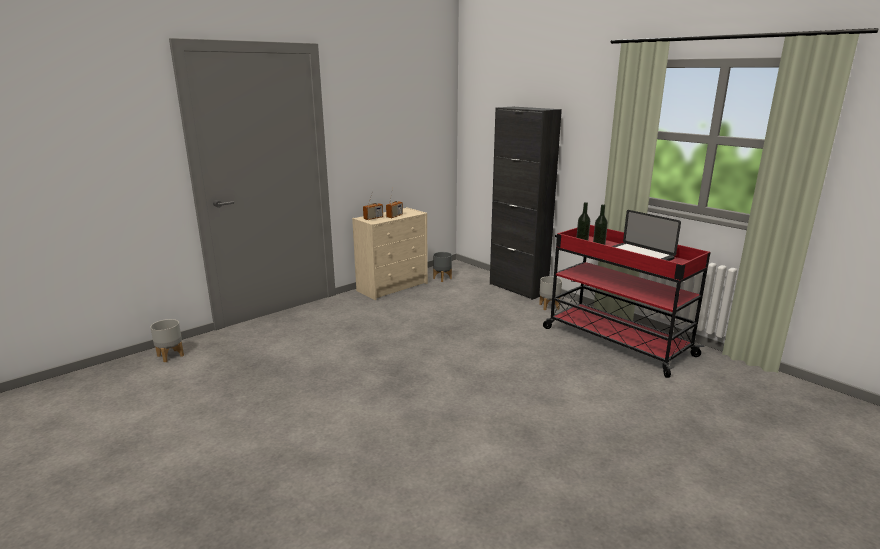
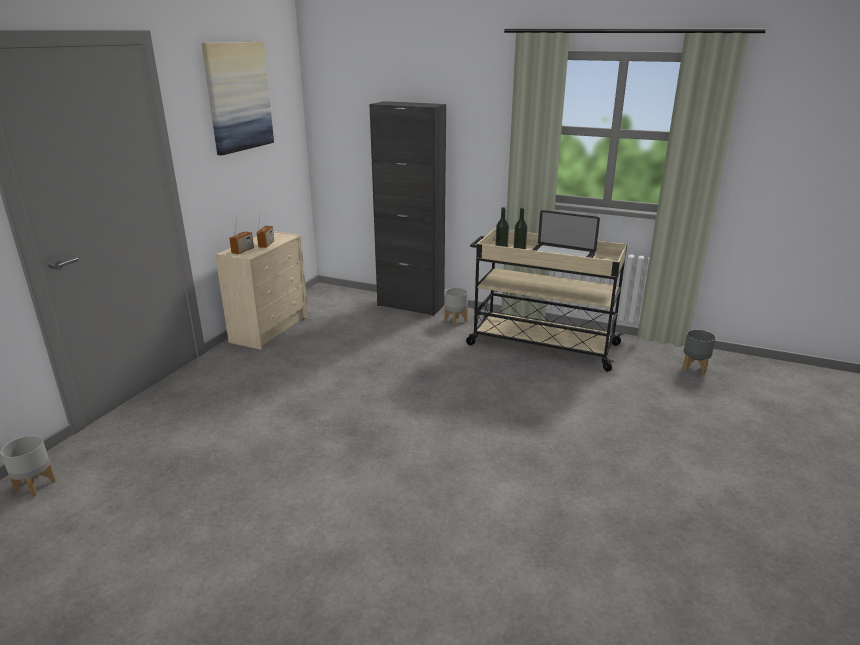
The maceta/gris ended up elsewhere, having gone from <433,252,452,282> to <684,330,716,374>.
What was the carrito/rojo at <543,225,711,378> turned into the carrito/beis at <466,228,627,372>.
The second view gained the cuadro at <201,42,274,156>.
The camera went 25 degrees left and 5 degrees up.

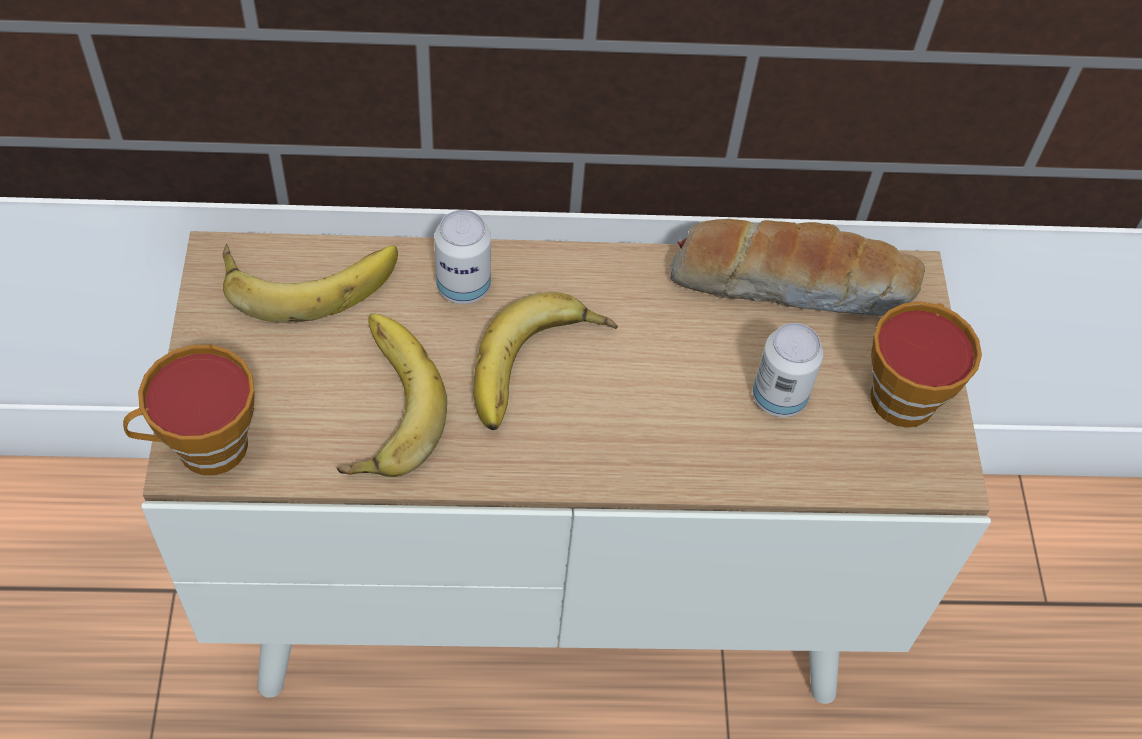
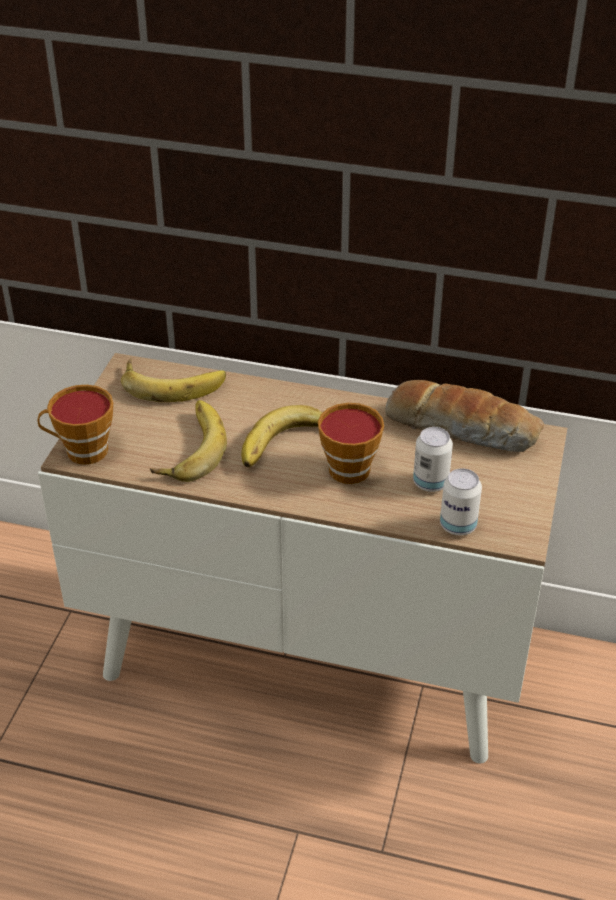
The lata ended up elsewhere, having gone from <434,210,491,304> to <440,468,482,535>.
The taza ended up elsewhere, having gone from <870,302,982,428> to <318,403,384,484>.
The camera went 20 degrees right and 15 degrees down.

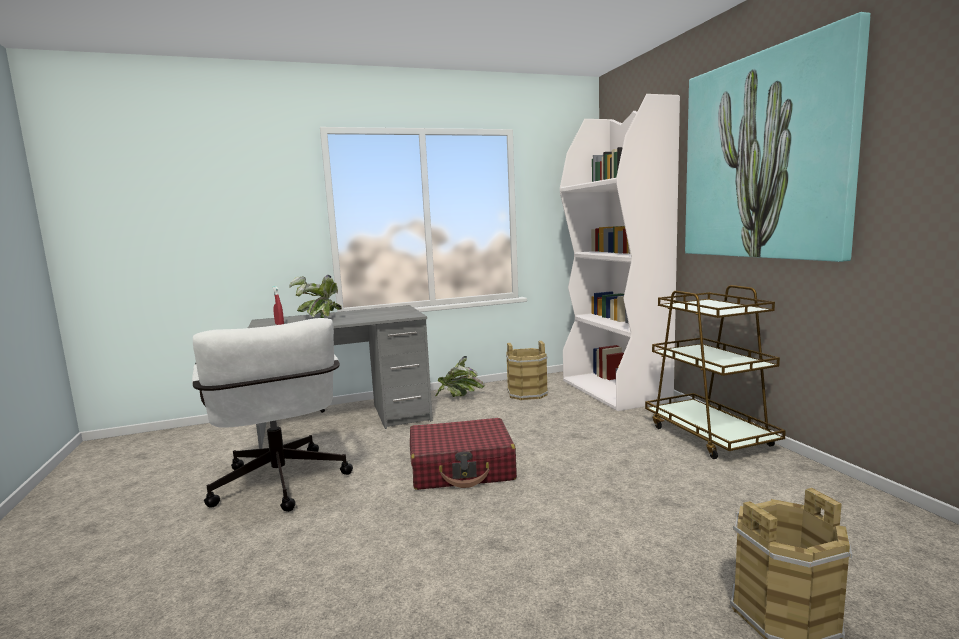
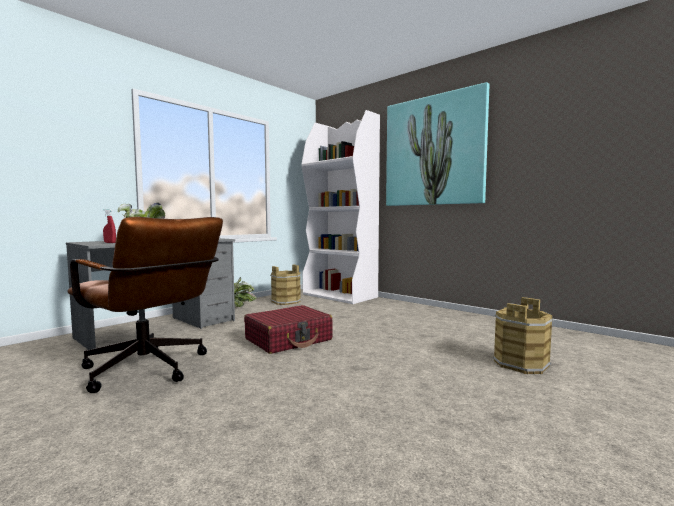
What was the silla de oficina/blanco at <192,318,353,512> turned into the silla de oficina/marrón at <68,217,223,393>.
The second view lost the carrito/marrón at <645,285,786,459>.
The camera went 30 degrees left and 5 degrees down.

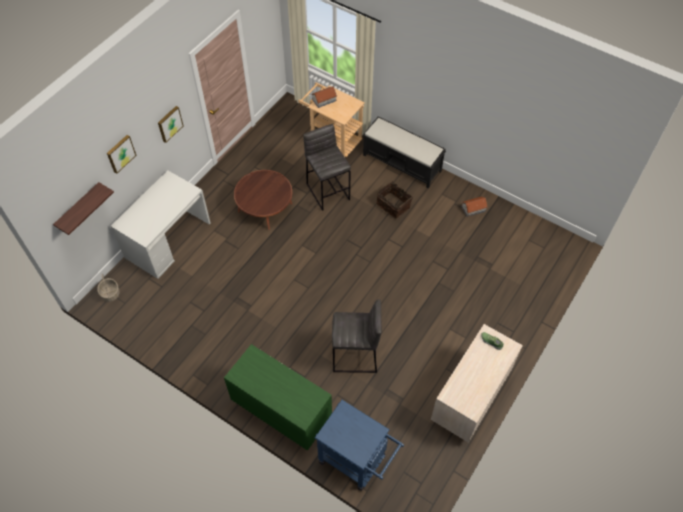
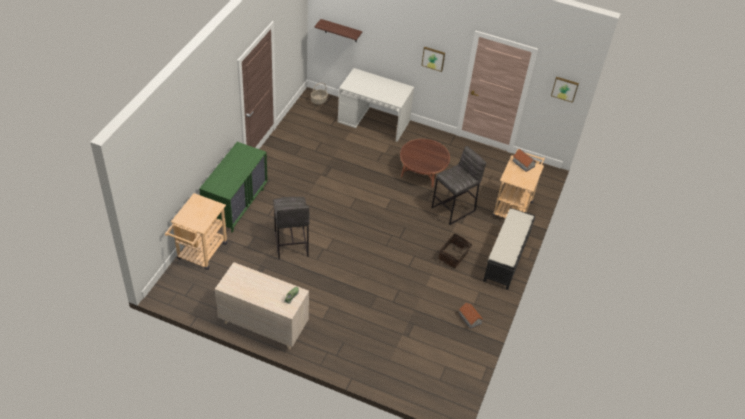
The cuadro ended up elsewhere, having gone from <107,135,137,174> to <551,77,579,103>.
What was the carrito/azul at <315,400,404,491> turned into the carrito/beis at <165,193,227,270>.
The camera went 75 degrees right and 10 degrees down.

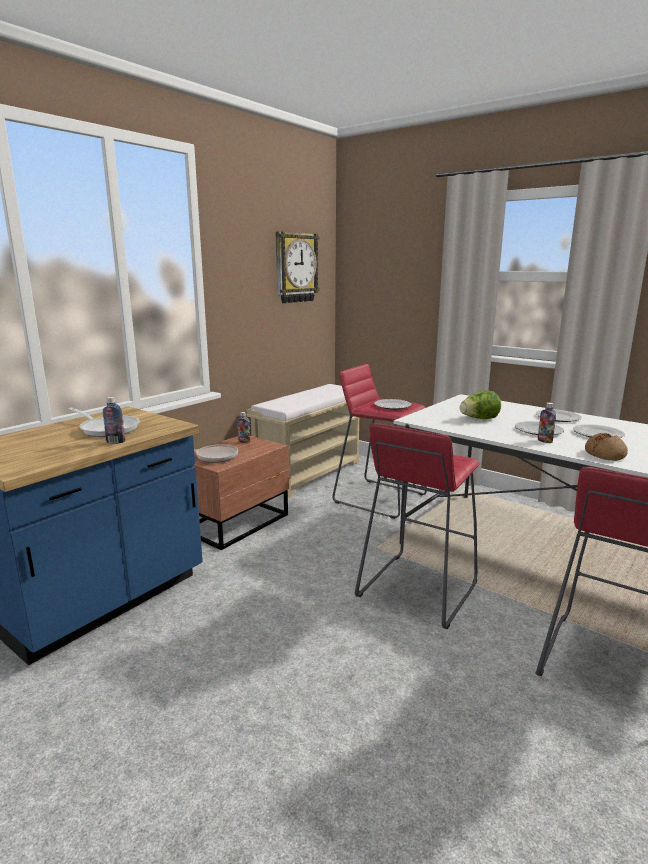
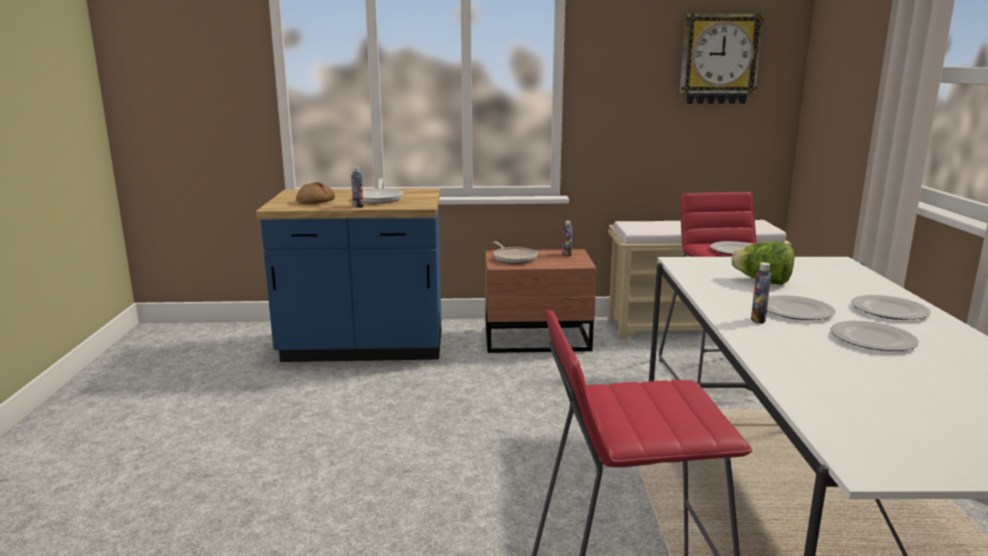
The second view lost the taburete/rojo at <355,423,480,629>.
The pan ended up elsewhere, having gone from <585,433,628,461> to <296,182,335,204>.
The camera went 50 degrees right and 0 degrees up.

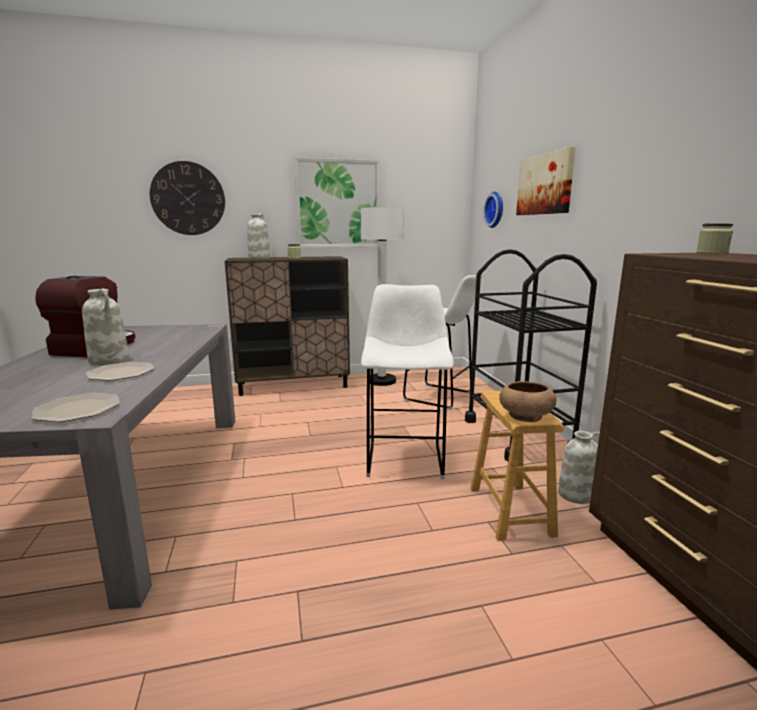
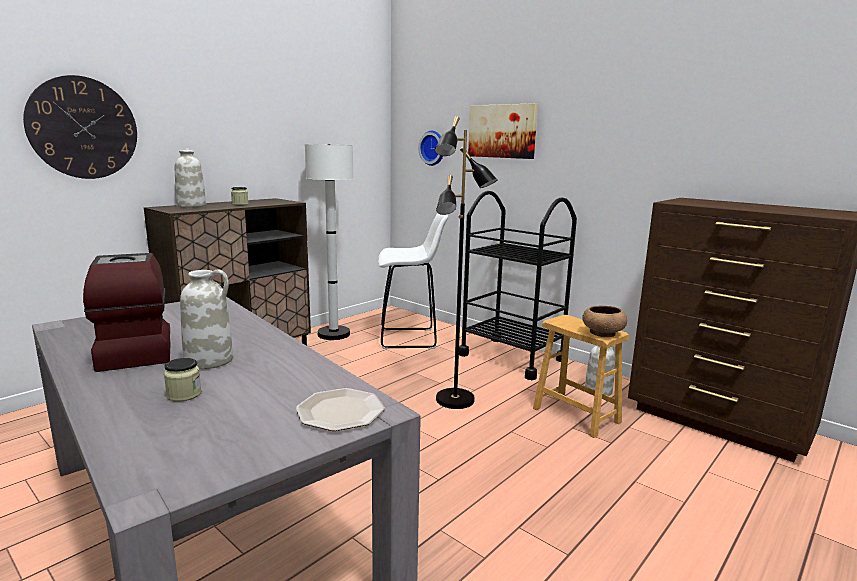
The second view lost the plato at <86,362,154,381>.
The second view lost the cuadro at <294,157,380,248>.
Where the taburete/blanco stood at <361,284,454,479>, the lámpara de pie/negro came to stand at <435,116,498,409>.
The tarro ended up elsewhere, having gone from <696,223,733,254> to <164,358,201,402>.
The camera went 35 degrees left and 0 degrees up.

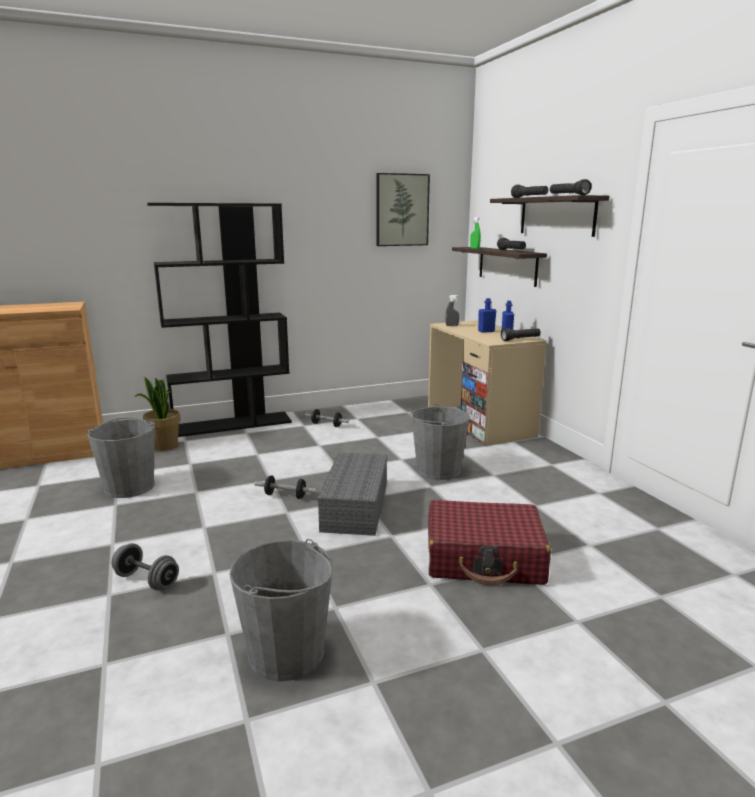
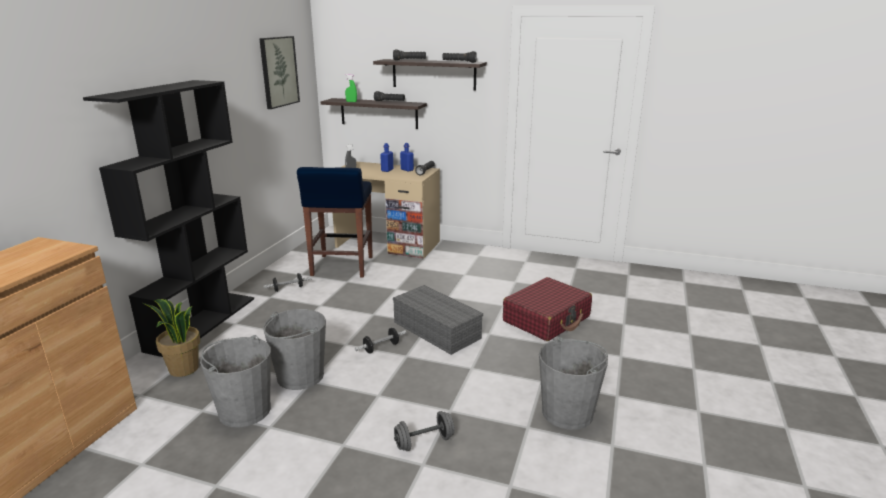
The cubo/gris ended up elsewhere, having gone from <409,404,470,480> to <263,309,326,390>.
The second view gained the taburete/azul at <297,167,373,277>.
The camera went 50 degrees left and 5 degrees up.

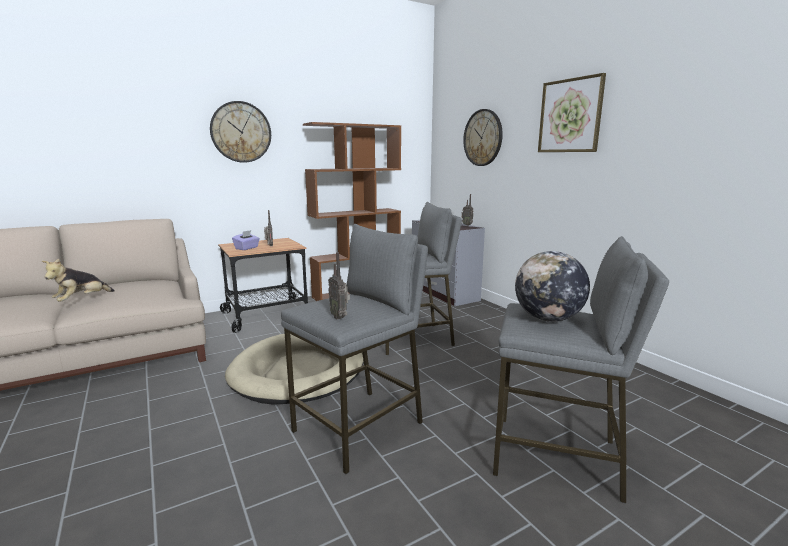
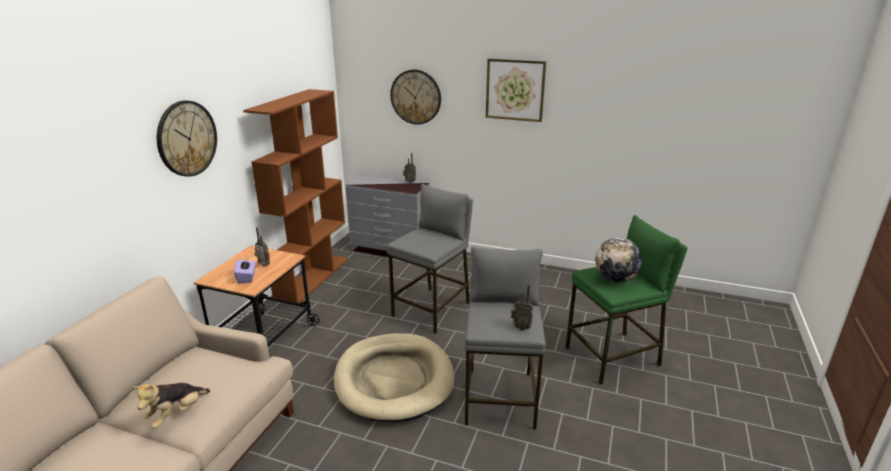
The peluche at <42,259,115,302> ended up facing another way, 45 degrees clockwise from before.
What was the taburete/gris at <493,236,669,503> turned into the taburete/verde at <566,215,688,385>.
The camera went 40 degrees left and 10 degrees up.

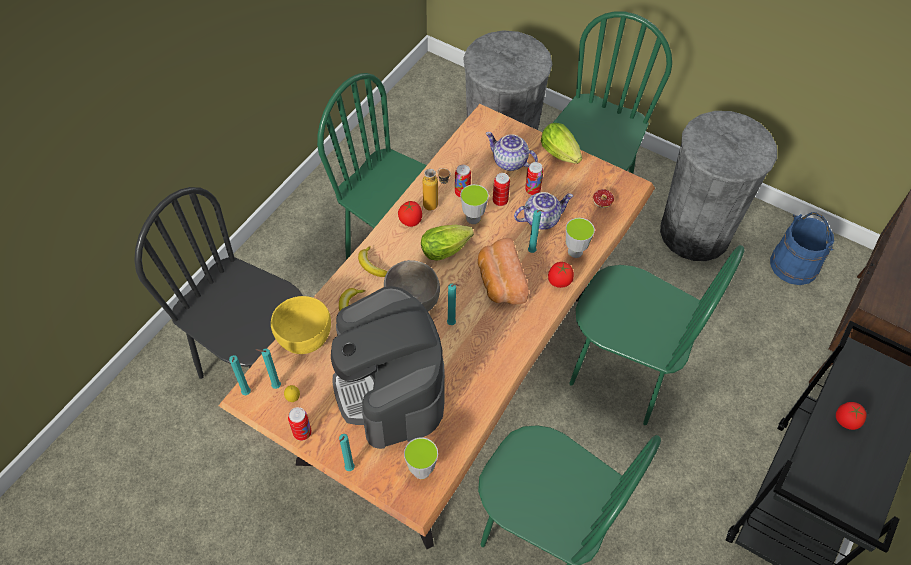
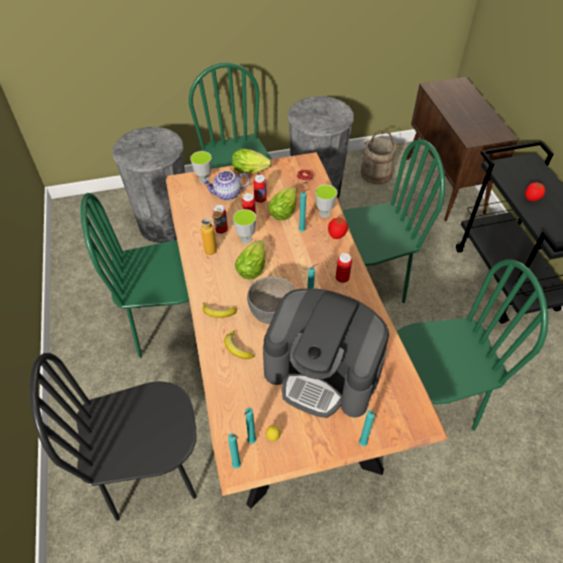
The second view lost the cuenco/amarillo at <271,296,331,354>.
The lata ended up elsewhere, having gone from <288,407,312,441> to <336,253,352,283>.
The second view lost the tomate at <398,201,422,227>.
The taza ended up elsewhere, having gone from <404,437,438,479> to <190,151,212,183>.
The second view lost the pan at <478,238,529,305>.
Where the tetera stood at <514,192,573,230>, the lechuga came to stand at <268,187,297,220>.
What was the cubo/azul at <770,212,834,285> turned into the cubo/beis at <361,130,399,184>.
The camera went 45 degrees left and 5 degrees down.

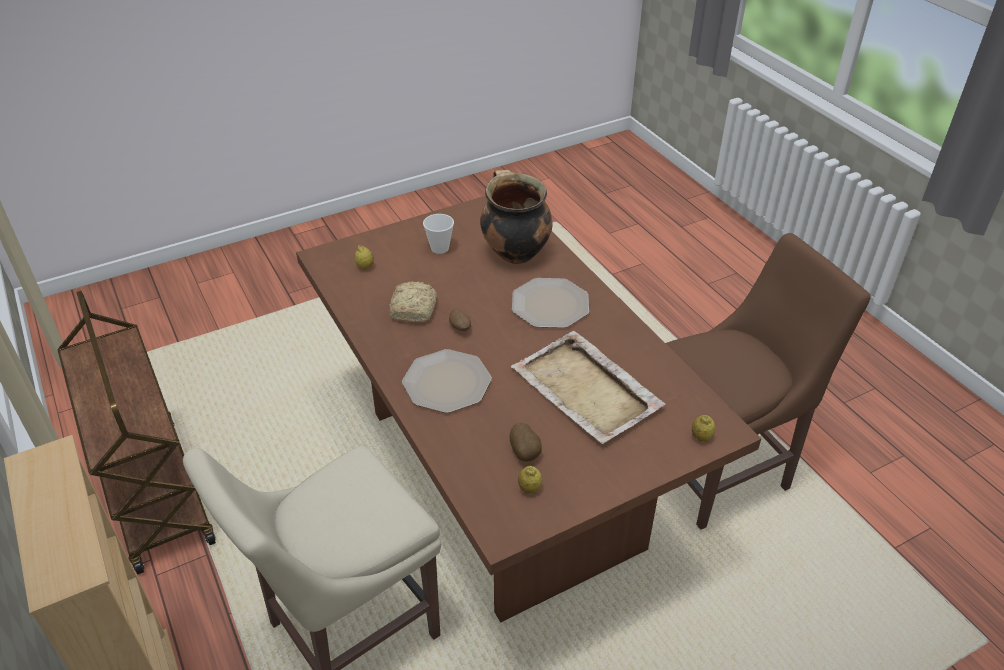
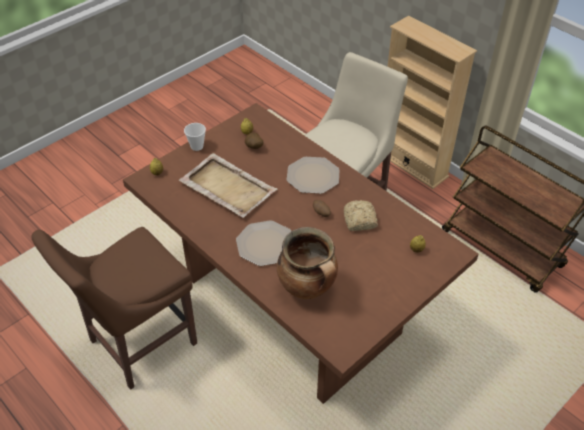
The taza ended up elsewhere, having gone from <423,214,454,254> to <184,123,206,151>.
The camera went 165 degrees right and 5 degrees up.

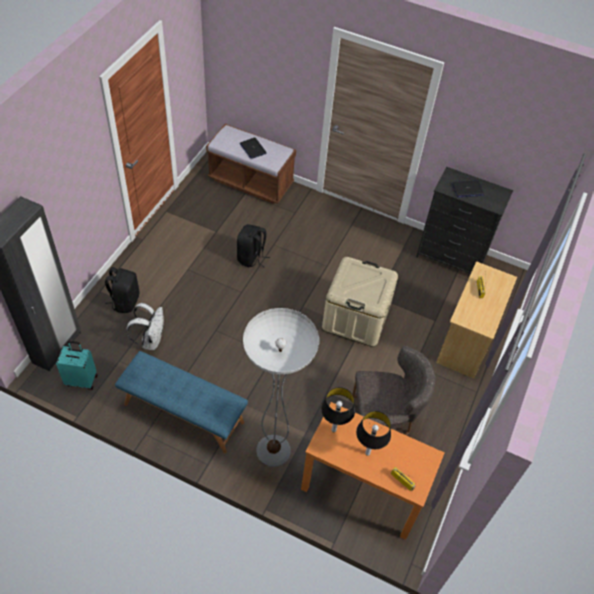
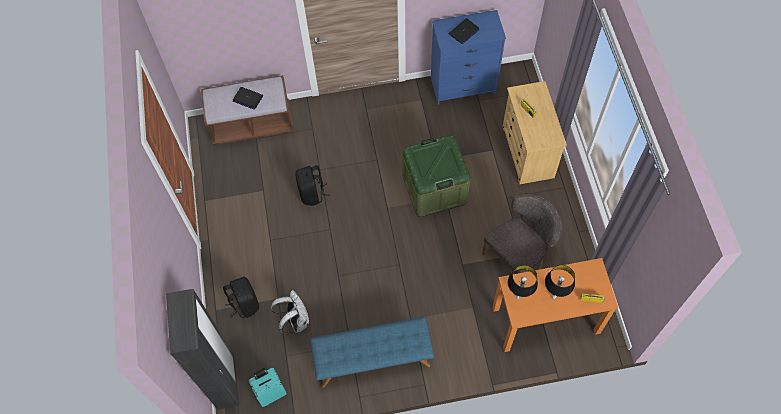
The second view lost the lámpara de pie at <243,308,319,467>.
What was the caja de almacenaje/beis at <322,257,398,347> turned into the caja de almacenaje/verde at <402,135,471,217>.
What was the cómoda/negro at <416,167,513,274> turned into the cómoda/azul at <431,10,506,105>.
The camera went 30 degrees left and 10 degrees up.

